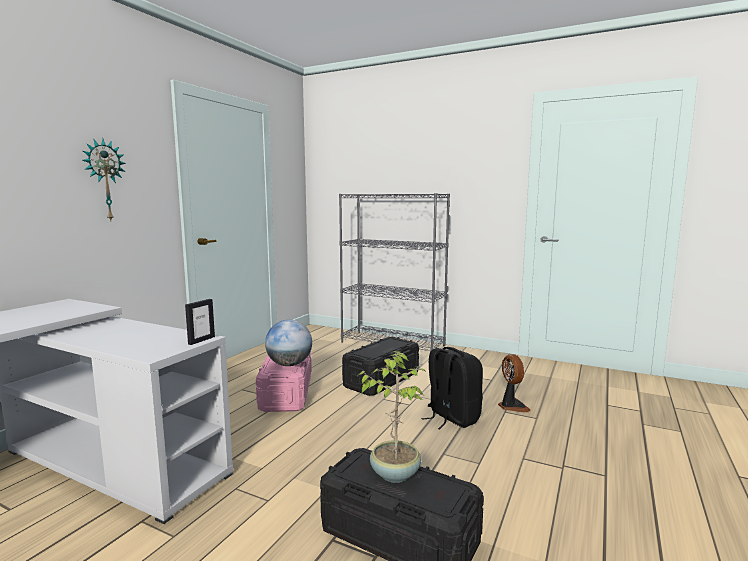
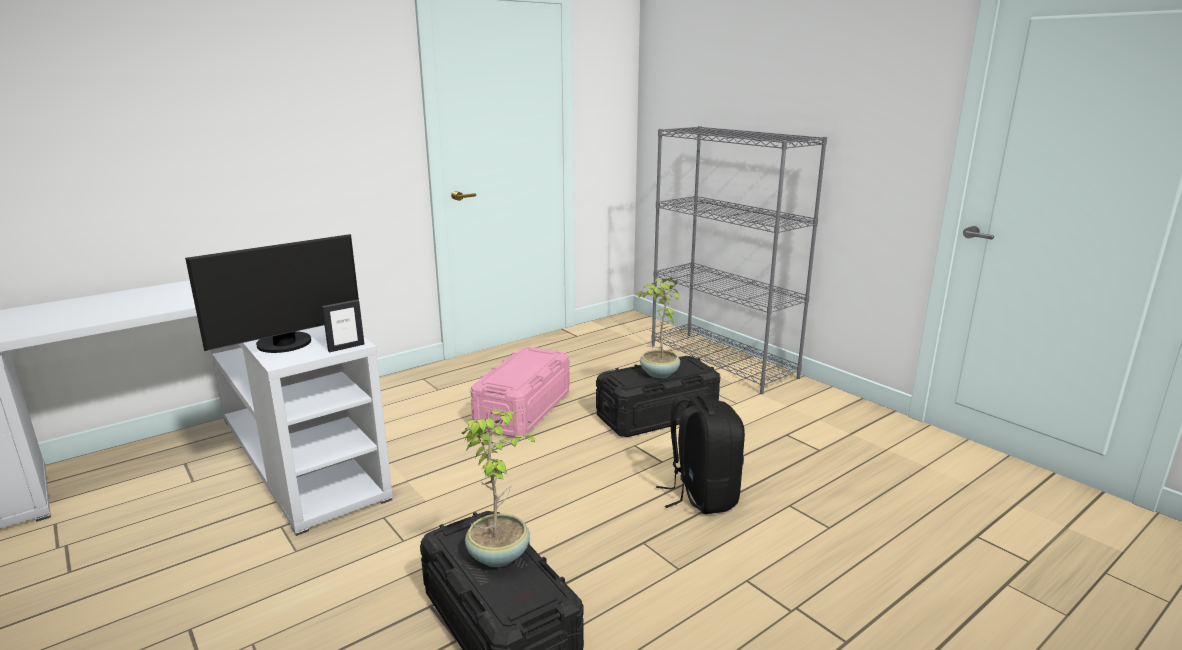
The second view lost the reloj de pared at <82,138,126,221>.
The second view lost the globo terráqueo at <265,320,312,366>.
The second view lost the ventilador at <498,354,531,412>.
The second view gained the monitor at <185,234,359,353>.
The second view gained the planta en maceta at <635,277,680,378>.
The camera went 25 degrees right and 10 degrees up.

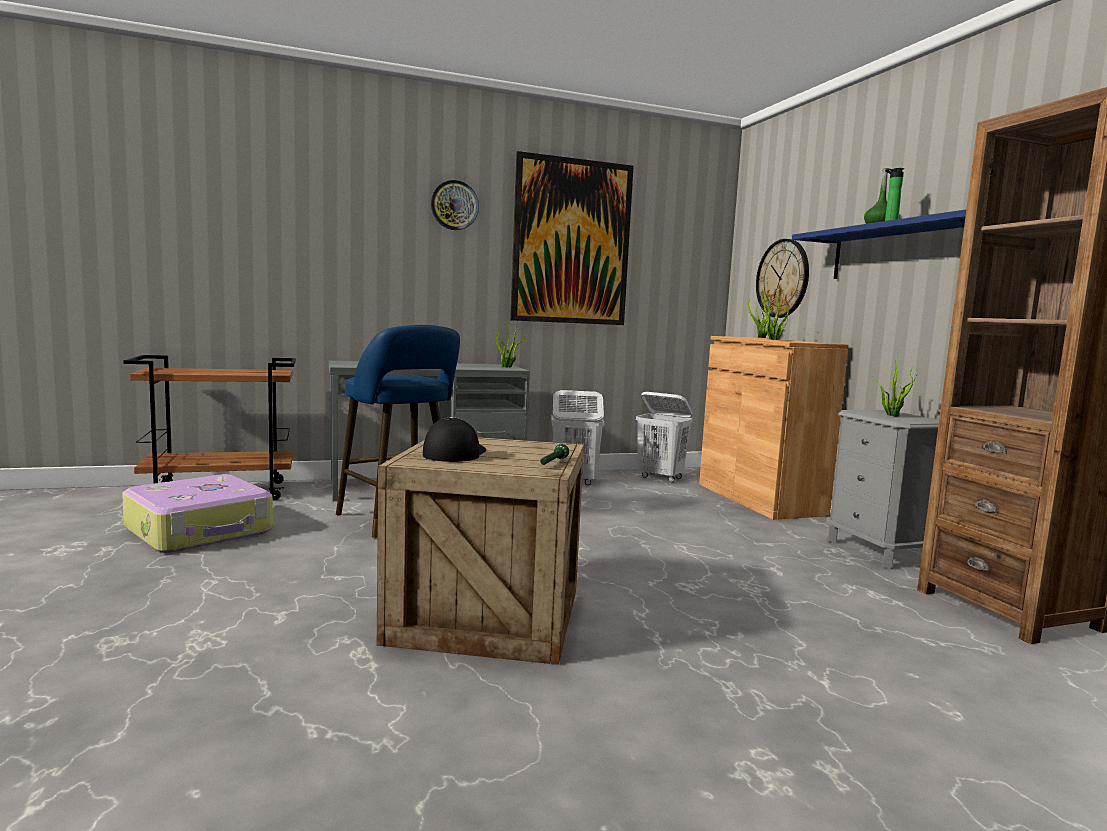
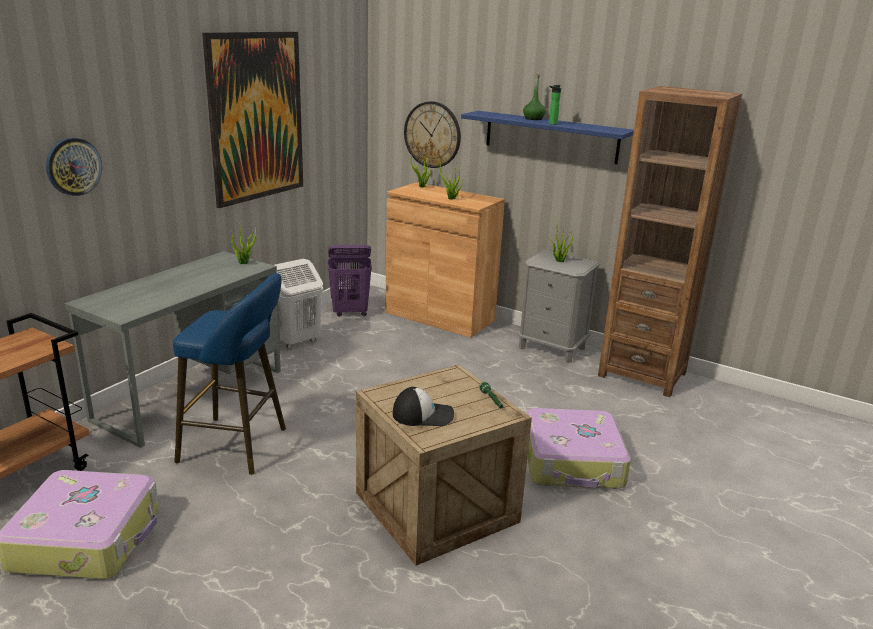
The gorra at <423,417,486,462> ended up facing another way, 120 degrees clockwise from before.
The reloj de pared ended up elsewhere, having gone from <431,180,479,230> to <46,138,102,196>.
What was the cesto de la ropa/blanco at <636,392,693,482> turned into the cesto de la ropa/morado at <328,245,372,317>.
The second view gained the maleta at <526,408,631,489>.
The camera went 40 degrees left and 15 degrees up.

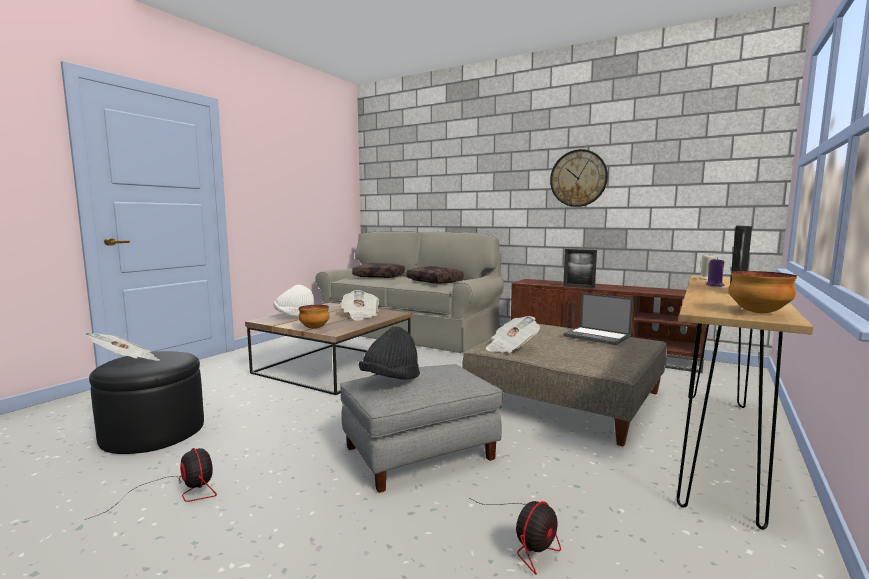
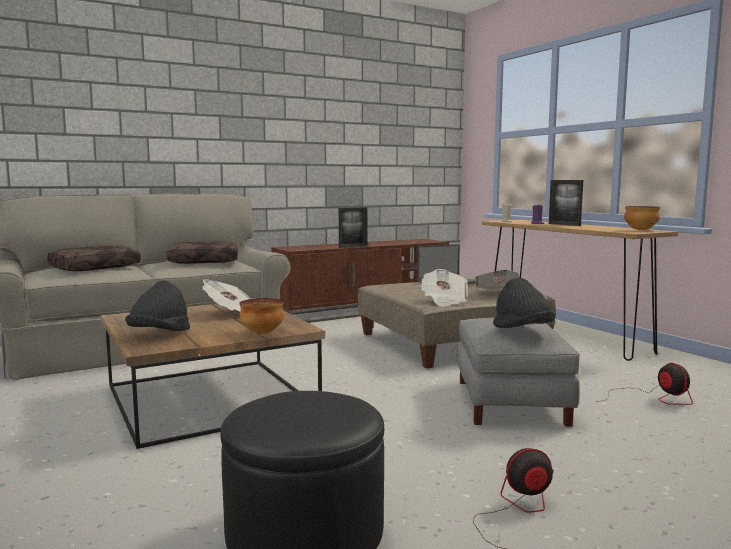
The periódico ended up elsewhere, having gone from <83,333,159,361> to <475,270,520,289>.
What was the sombrero/blanco at <273,285,314,317> turned into the sombrero/negro at <125,280,190,331>.
The second view lost the reloj de pared at <550,149,608,207>.
The camera went 60 degrees left and 0 degrees up.

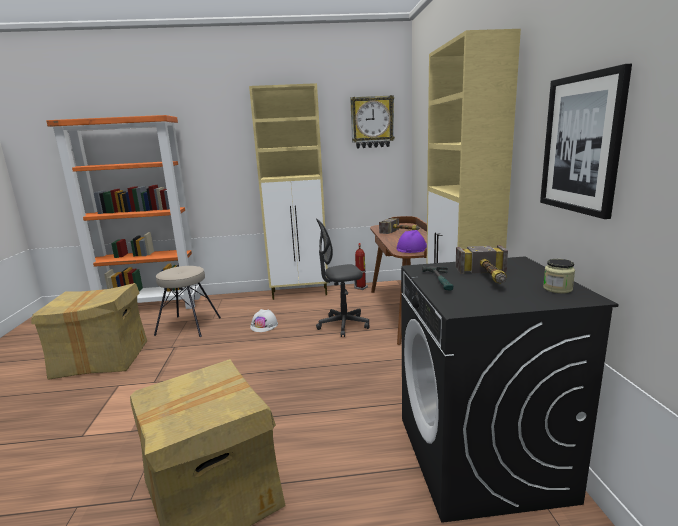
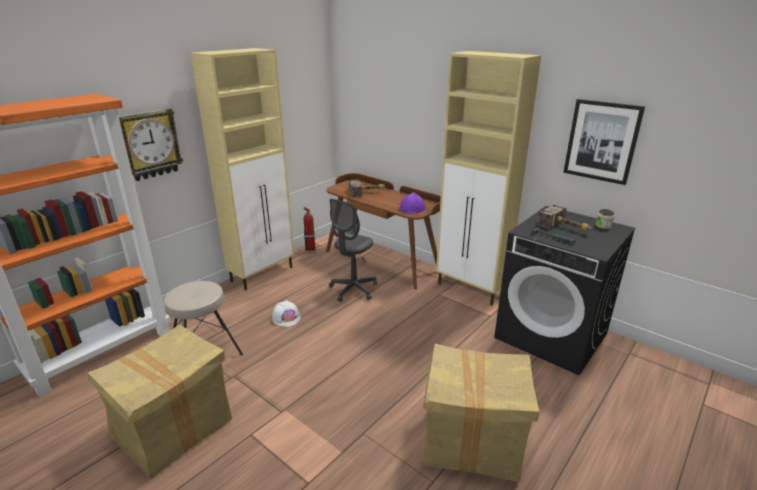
The reloj de pared ended up elsewhere, having gone from <350,95,395,148> to <119,108,183,181>.
The camera went 45 degrees left and 10 degrees up.

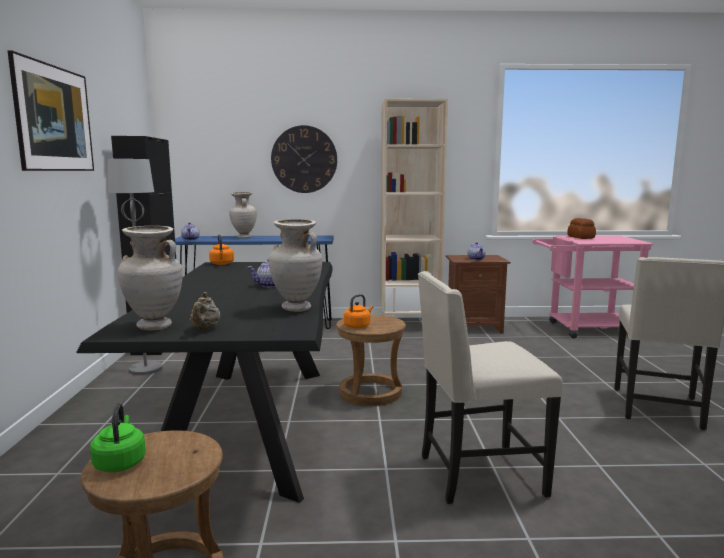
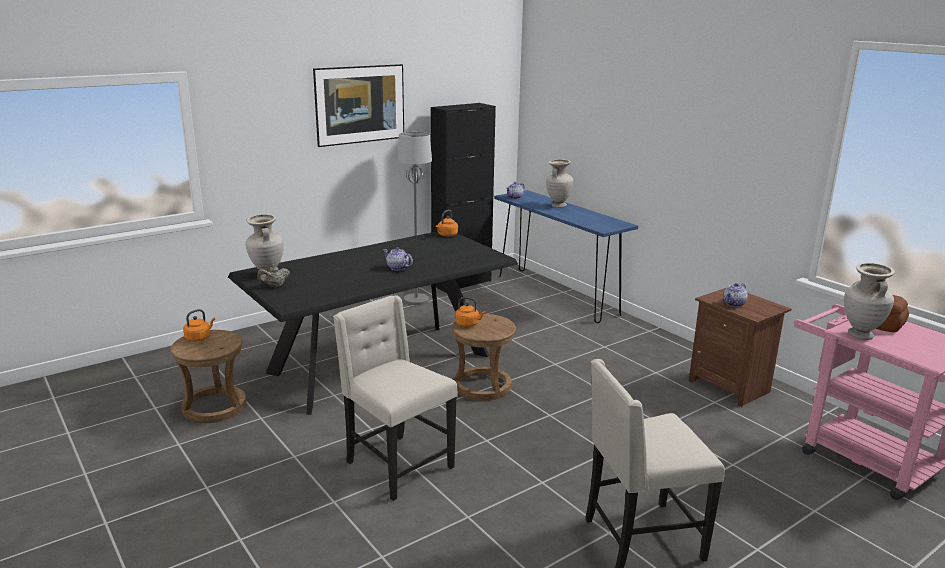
What was the hervidor/verde at <90,403,146,472> turned into the hervidor/naranja at <183,309,215,342>.
The florero/beis ended up elsewhere, having gone from <268,219,322,312> to <844,263,895,340>.
The second view lost the reloj de pared at <271,125,337,193>.
The second view lost the estantería/beis at <380,98,448,317>.
The camera went 55 degrees right and 10 degrees up.

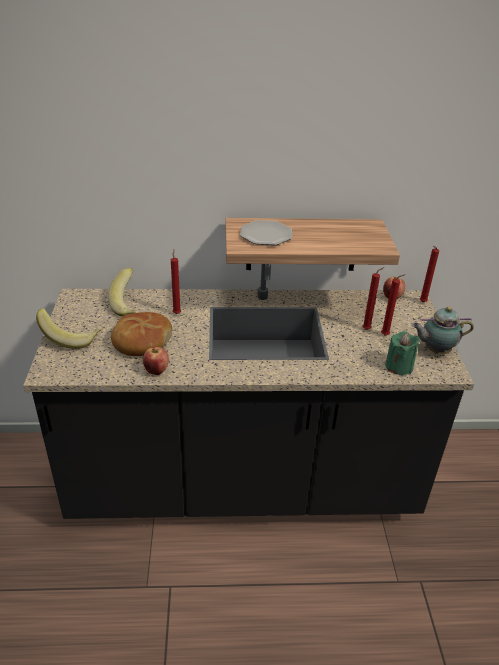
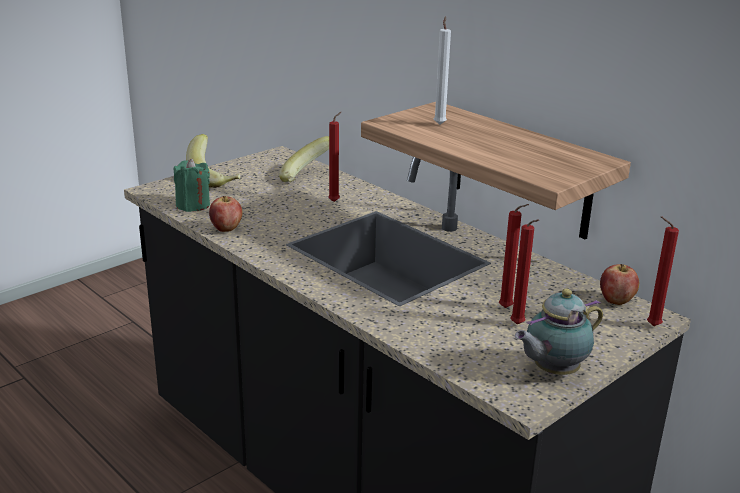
The second view lost the pan at <111,312,172,356>.
Where the plato stood at <240,220,292,245>, the vela/blanco came to stand at <434,16,451,125>.
The vela/verde ended up elsewhere, having gone from <385,331,420,375> to <174,159,210,212>.
The tetera at <412,307,474,354> ended up facing another way, 75 degrees counterclockwise from before.
The camera went 50 degrees right and 10 degrees down.

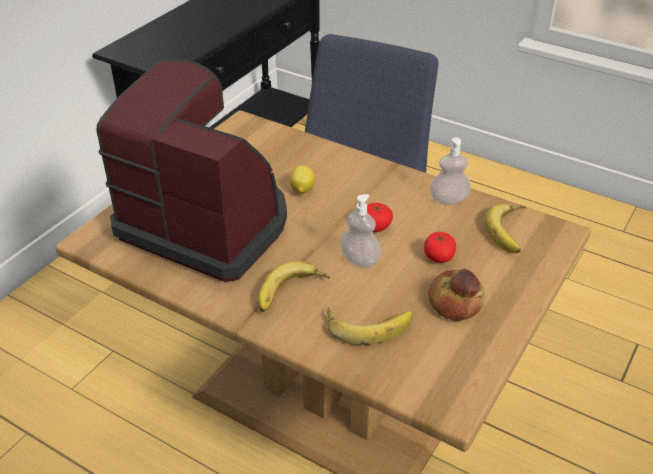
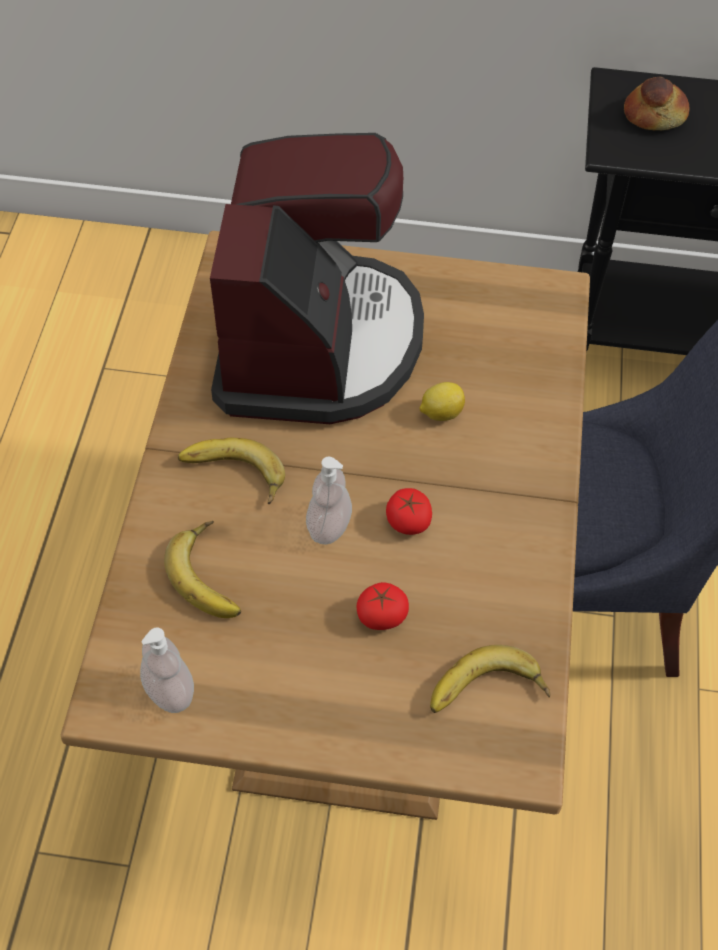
The pan ended up elsewhere, having gone from <428,269,485,321> to <624,77,690,130>.
The dispensador de jabón ended up elsewhere, having gone from <430,138,471,205> to <140,628,194,713>.
The camera went 65 degrees right and 15 degrees up.

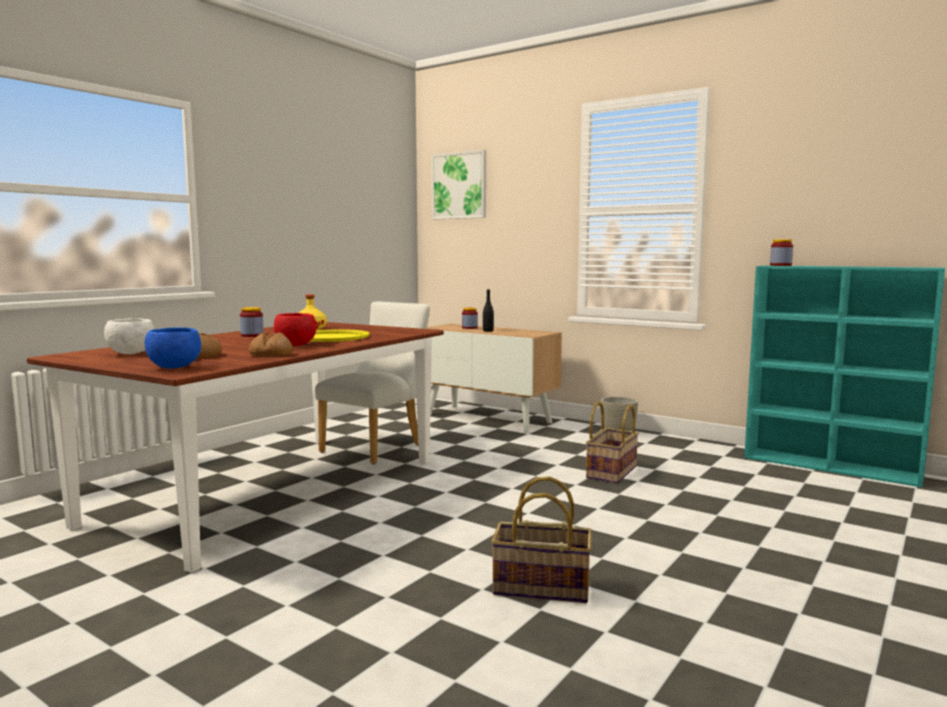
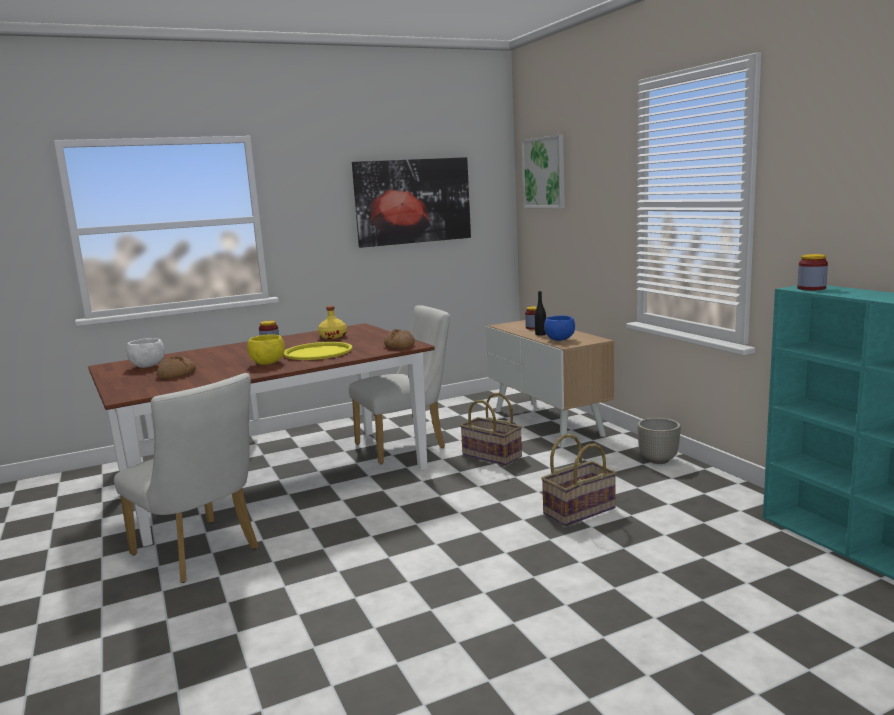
The cuenco/azul ended up elsewhere, having gone from <145,327,201,369> to <544,316,575,341>.
The pan ended up elsewhere, having gone from <249,332,293,356> to <384,329,415,349>.
What was the cuenco/rojo at <274,313,317,346> turned into the cuenco/amarillo at <247,334,285,365>.
The cesta ended up elsewhere, having gone from <491,476,592,603> to <460,393,522,466>.
The second view gained the silla/blanco at <114,373,259,583>.
The second view gained the cuadro at <352,157,471,248>.
The camera went 30 degrees right and 5 degrees up.

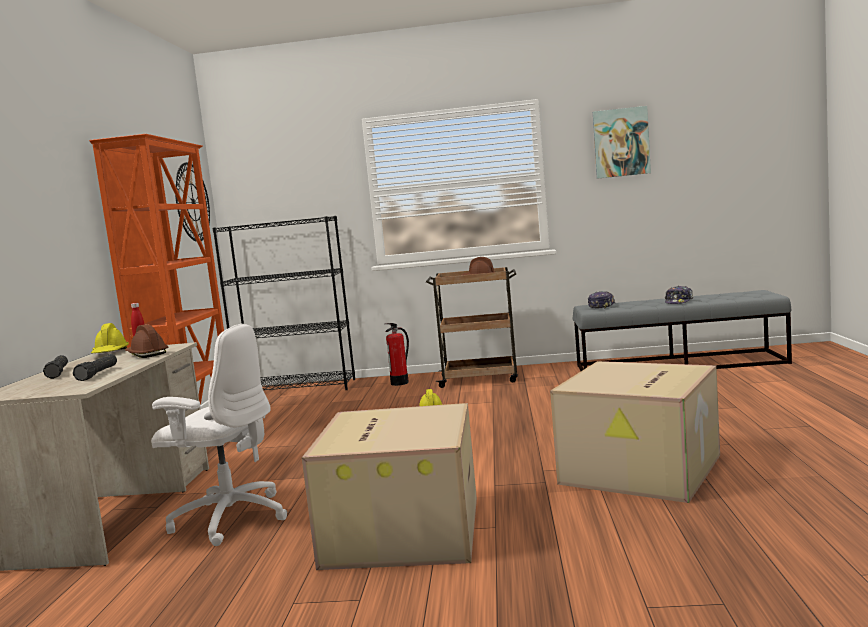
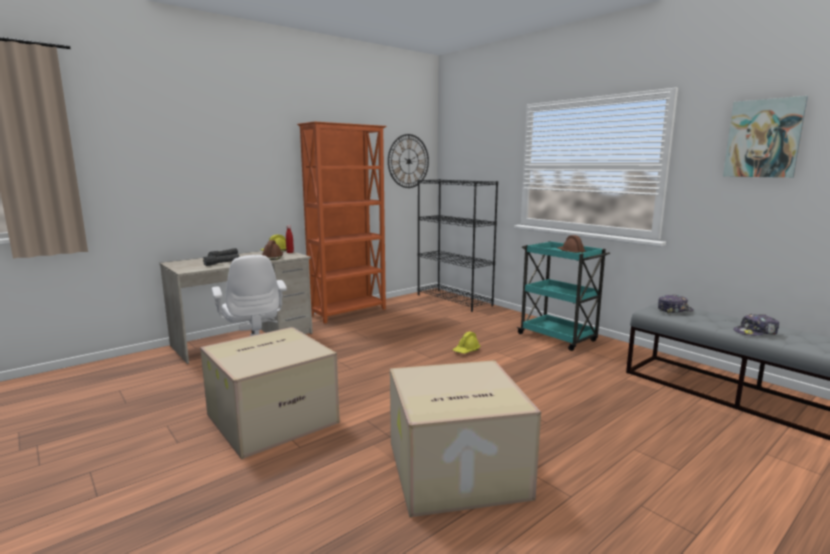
The second view lost the extintor at <385,323,409,386>.
What was the carrito/marrón at <426,267,518,388> turned into the carrito/turquesa at <516,241,610,351>.
The camera went 45 degrees right and 5 degrees up.

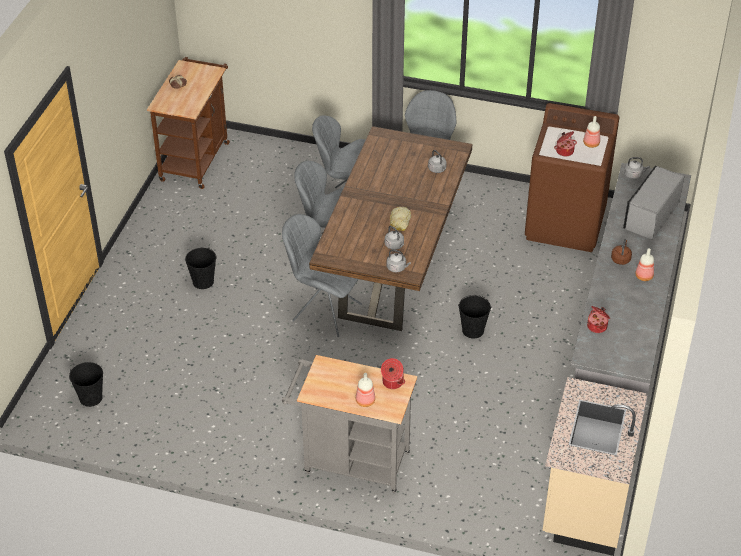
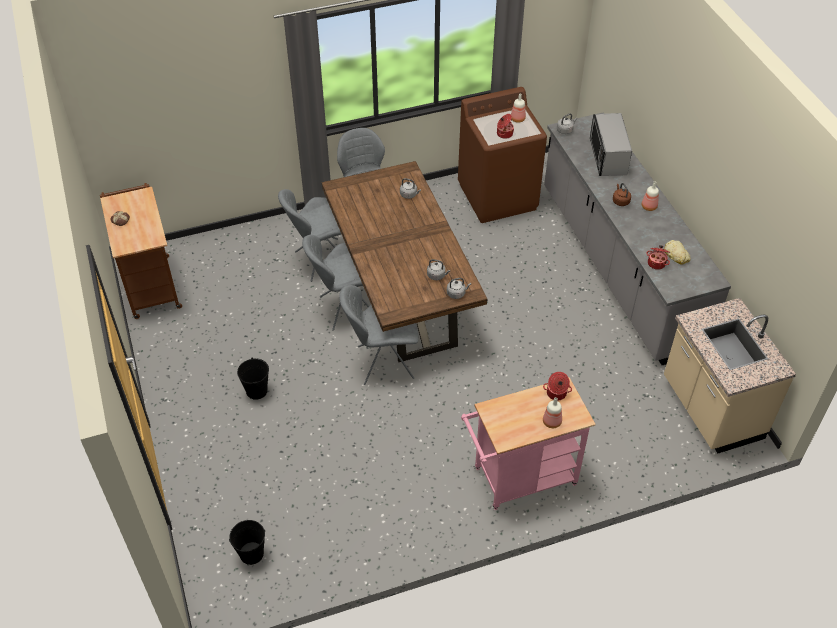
What was the carrito/gris at <282,355,417,493> turned into the carrito/rosa at <461,377,595,510>.
The pan ended up elsewhere, having gone from <390,207,411,231> to <664,240,691,265>.
The second view lost the cubo/negro at <458,295,491,338>.
The camera went 35 degrees left and 5 degrees up.

